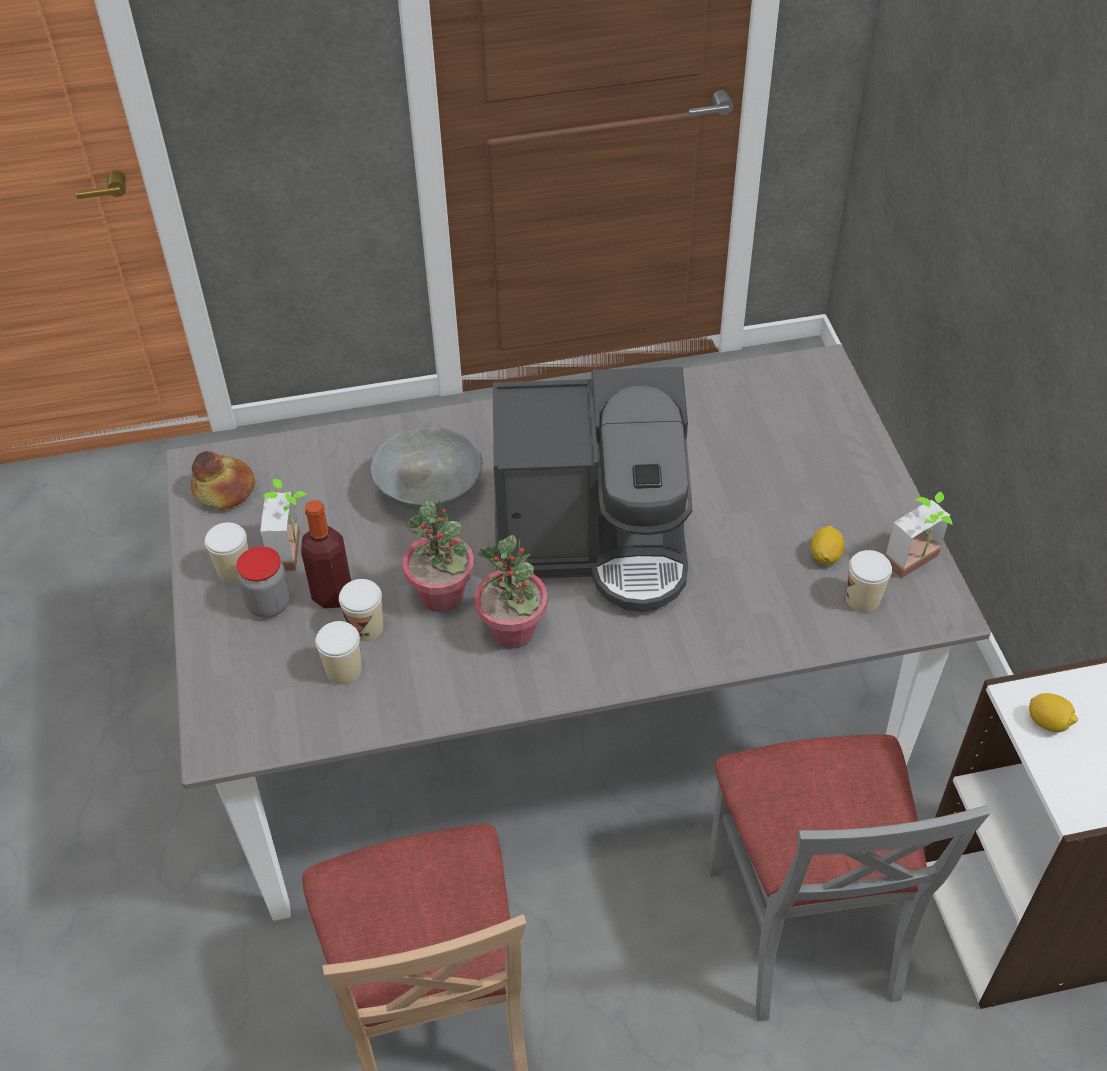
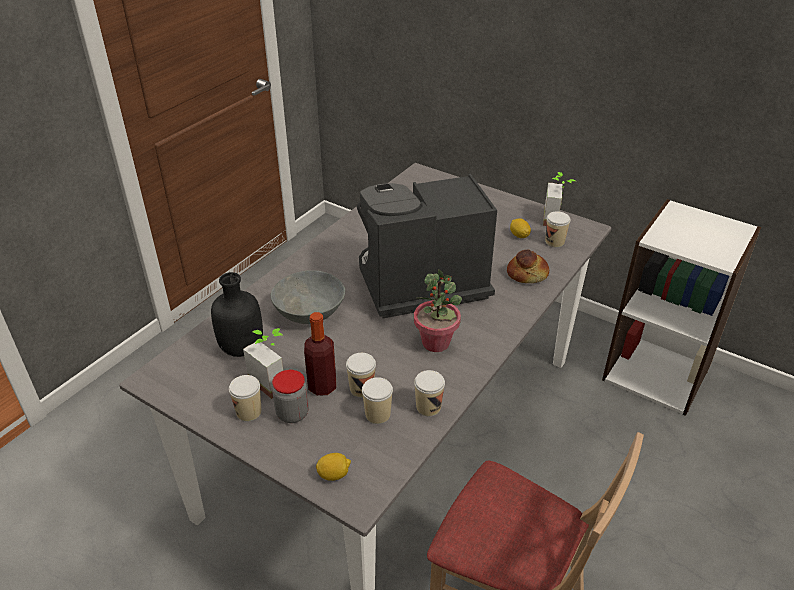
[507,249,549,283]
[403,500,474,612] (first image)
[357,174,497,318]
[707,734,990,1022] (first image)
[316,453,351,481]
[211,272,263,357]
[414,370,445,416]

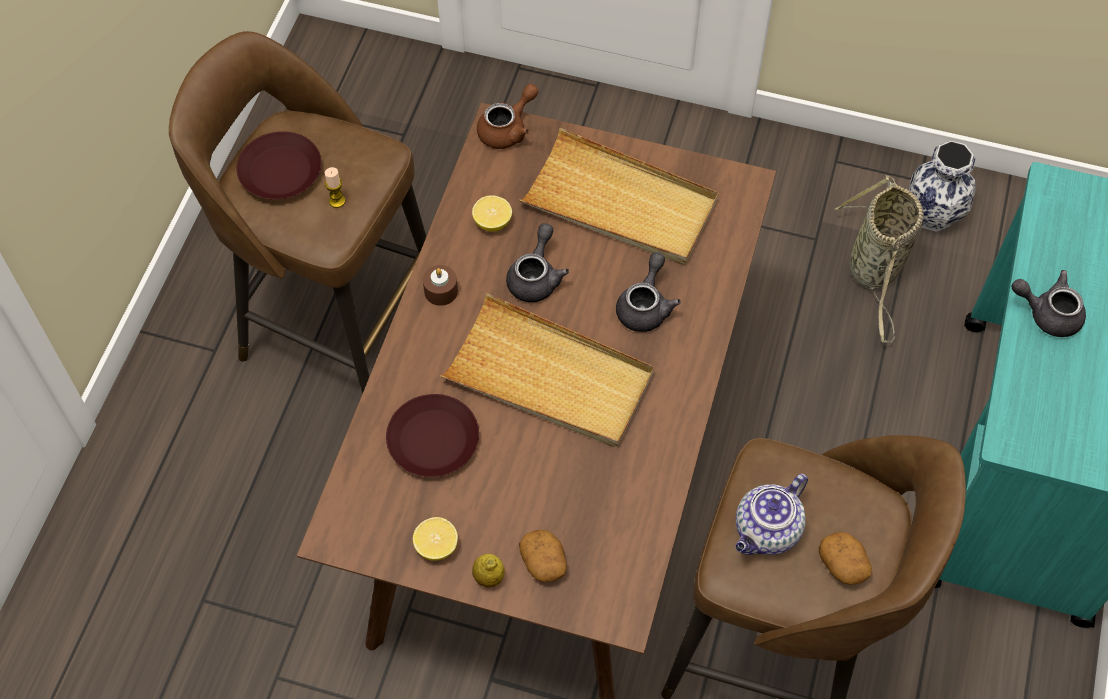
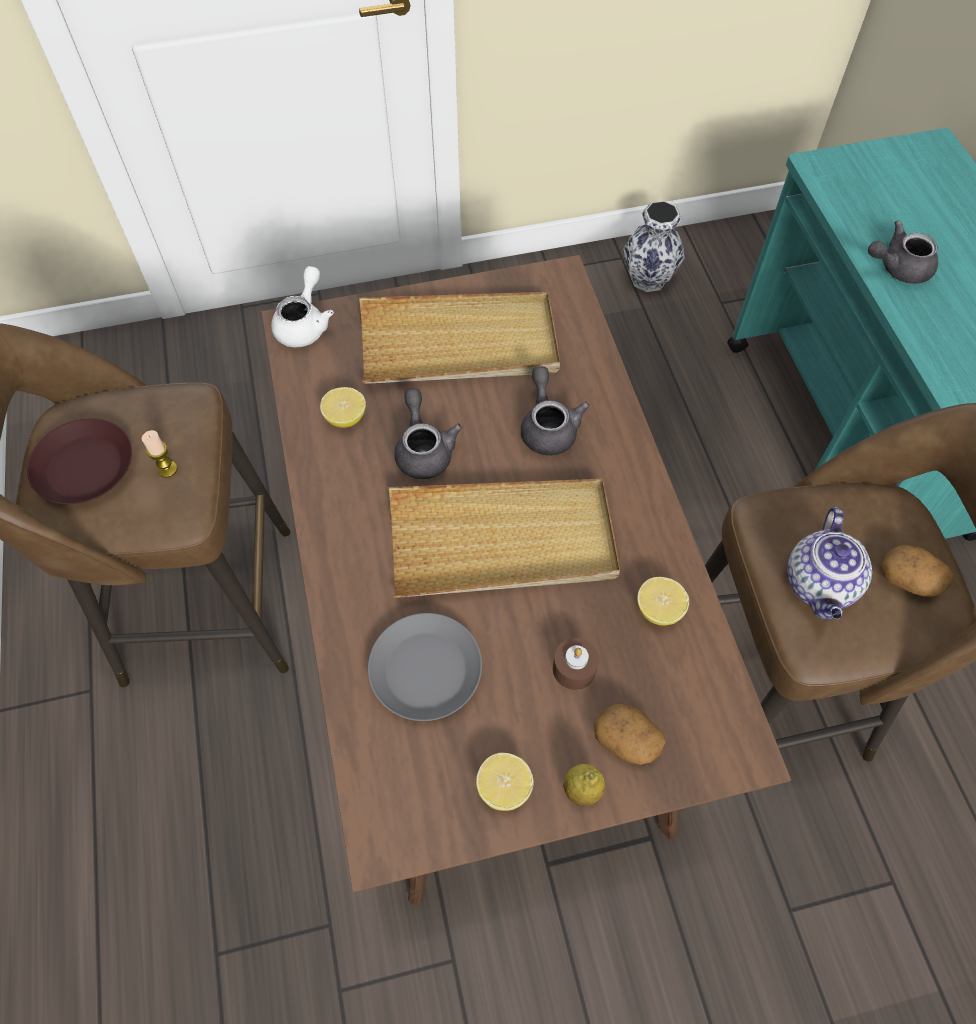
[368,613,482,721]
[553,638,599,690]
[271,266,334,347]
[834,175,924,343] (first image)
[637,577,689,625]

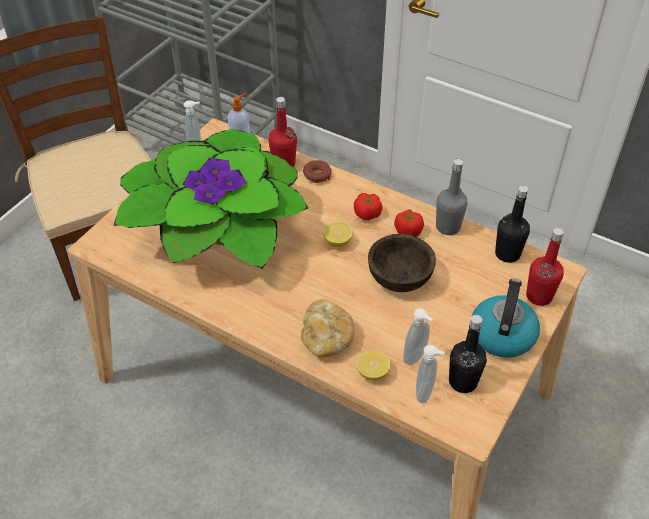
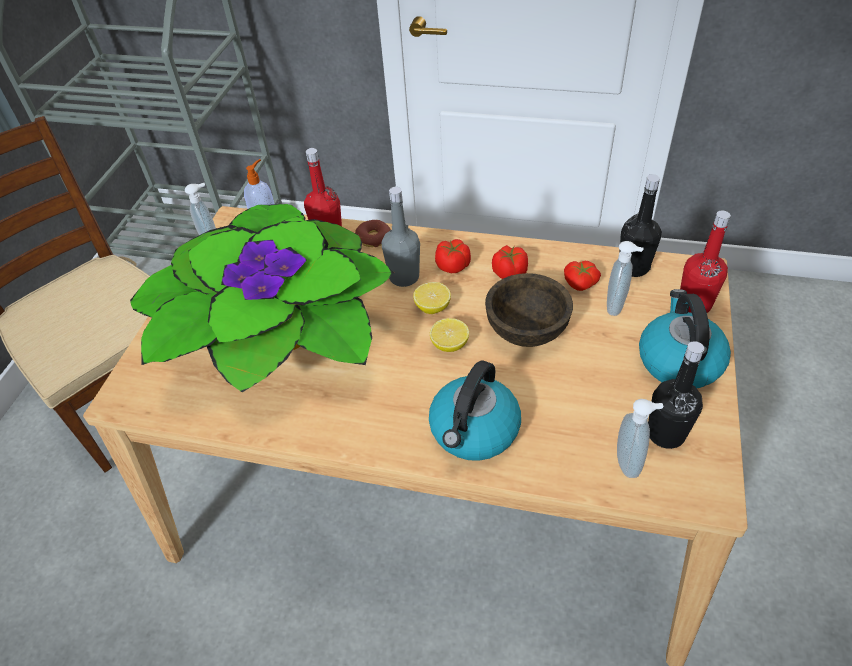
[429,360,521,461]
[430,318,469,352]
[607,241,644,316]
[382,186,420,287]
[564,261,601,291]

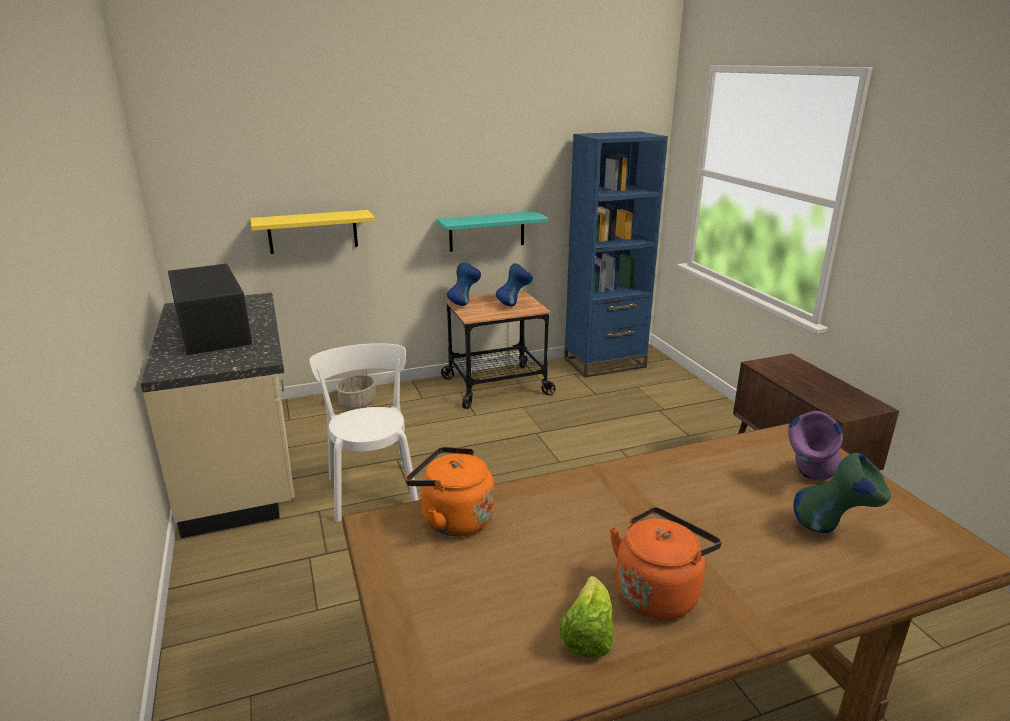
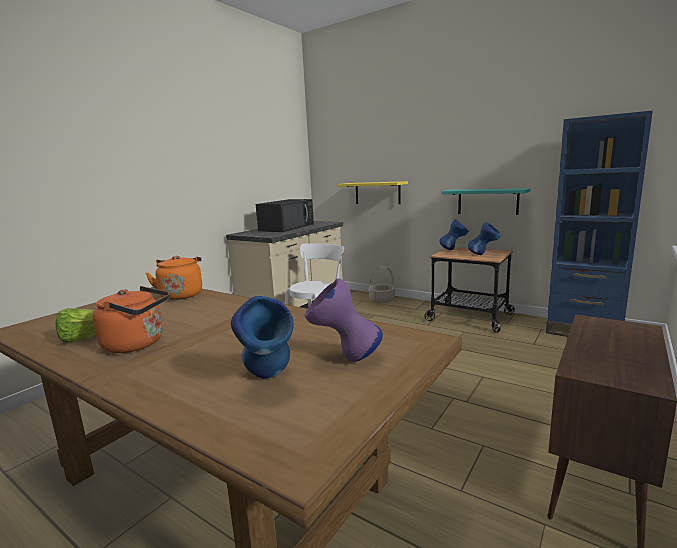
[231,296,294,379]

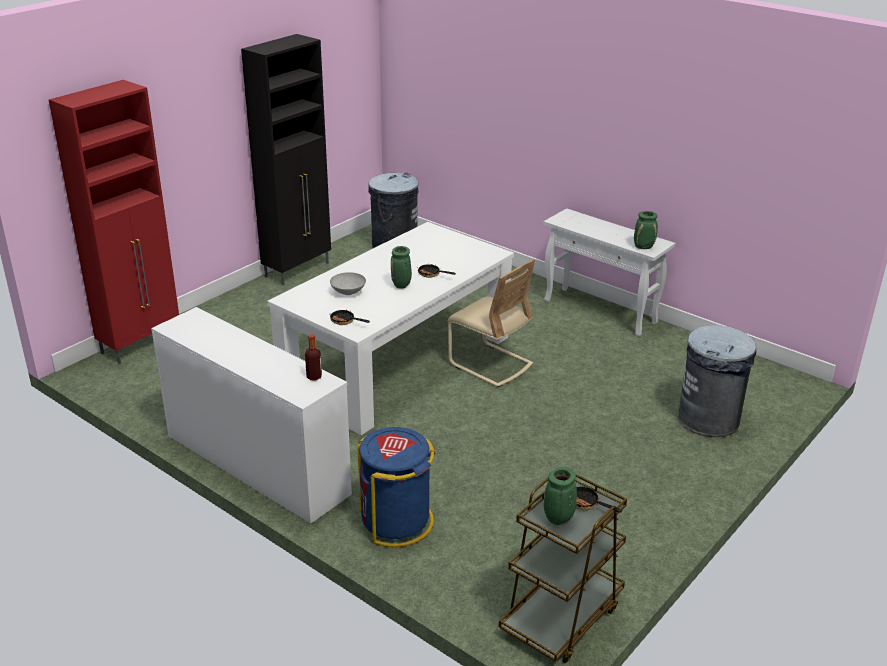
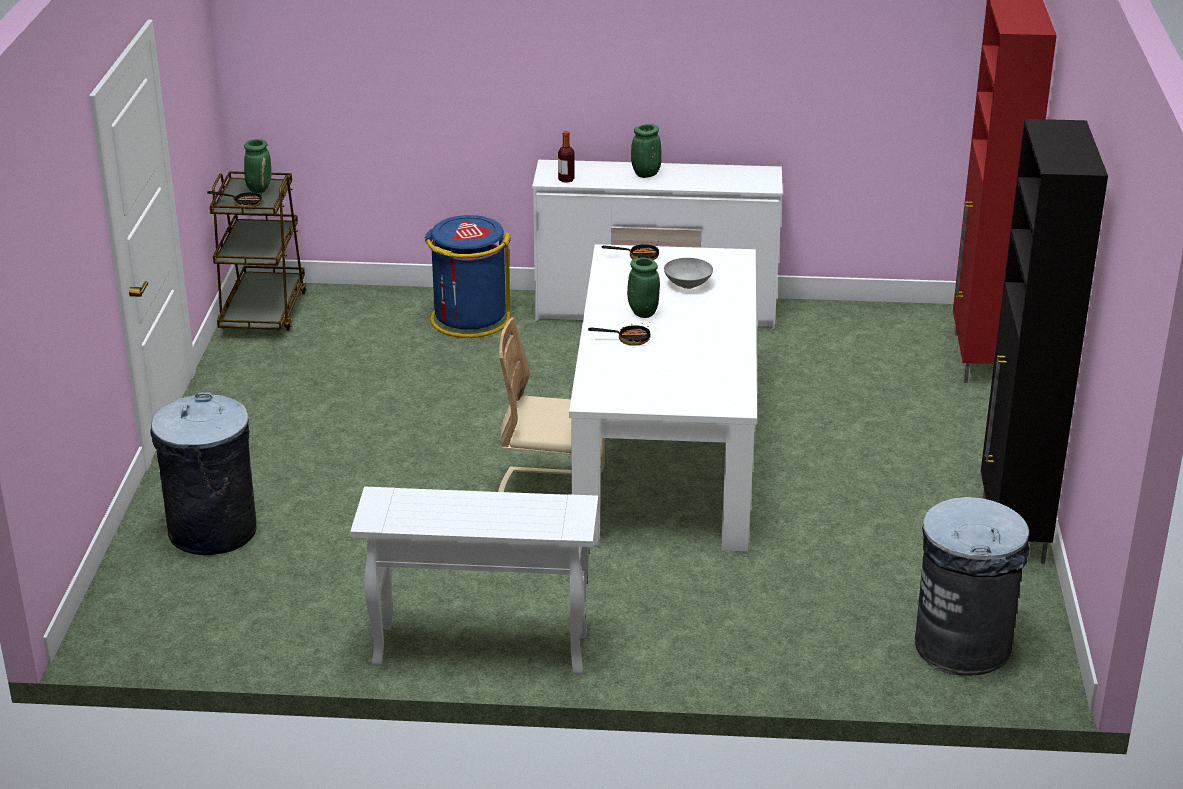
[631,124,662,178]

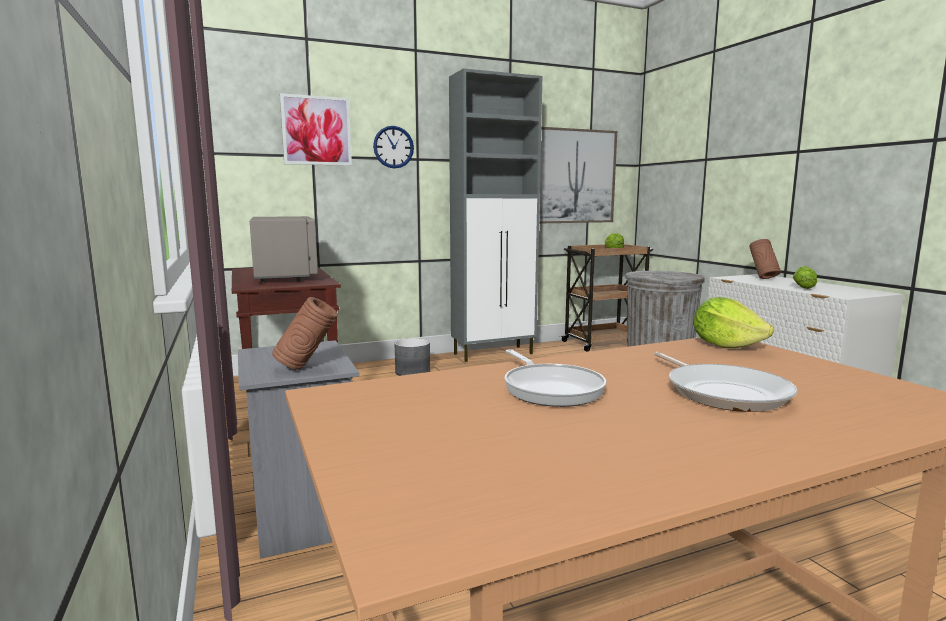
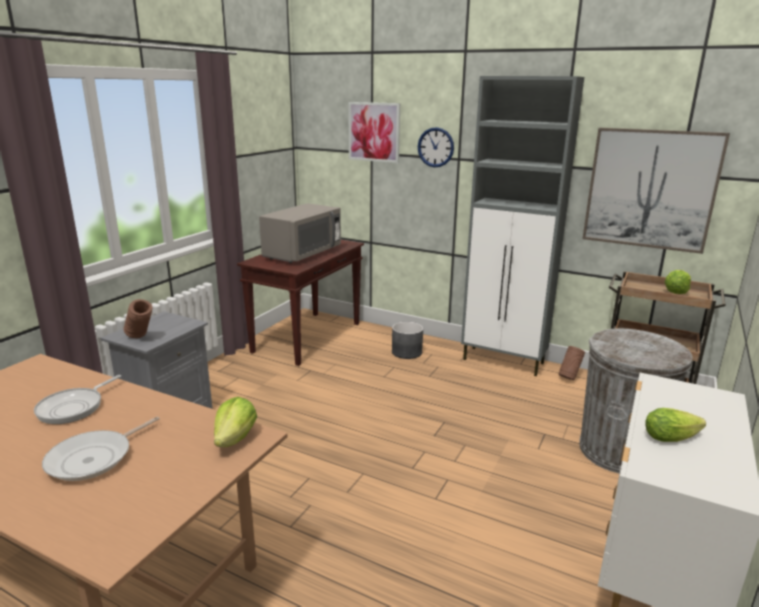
[558,346,585,380]

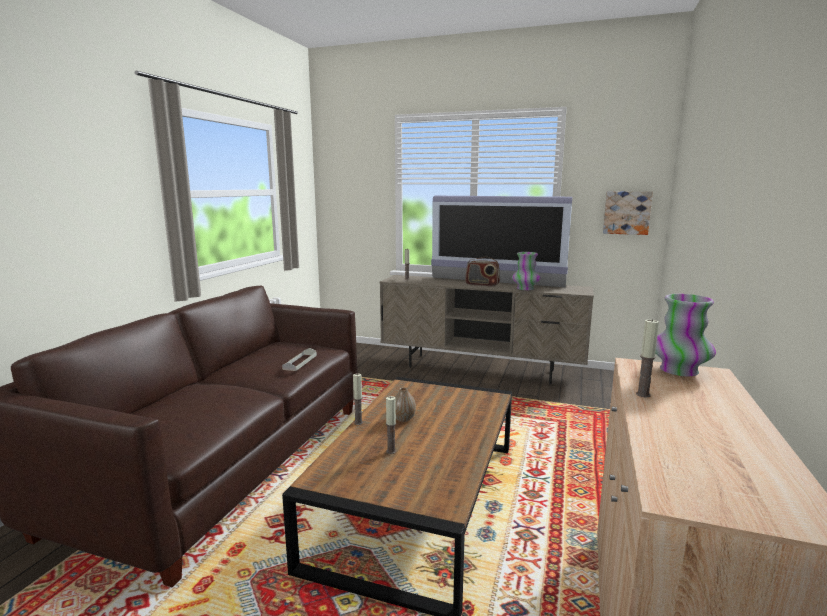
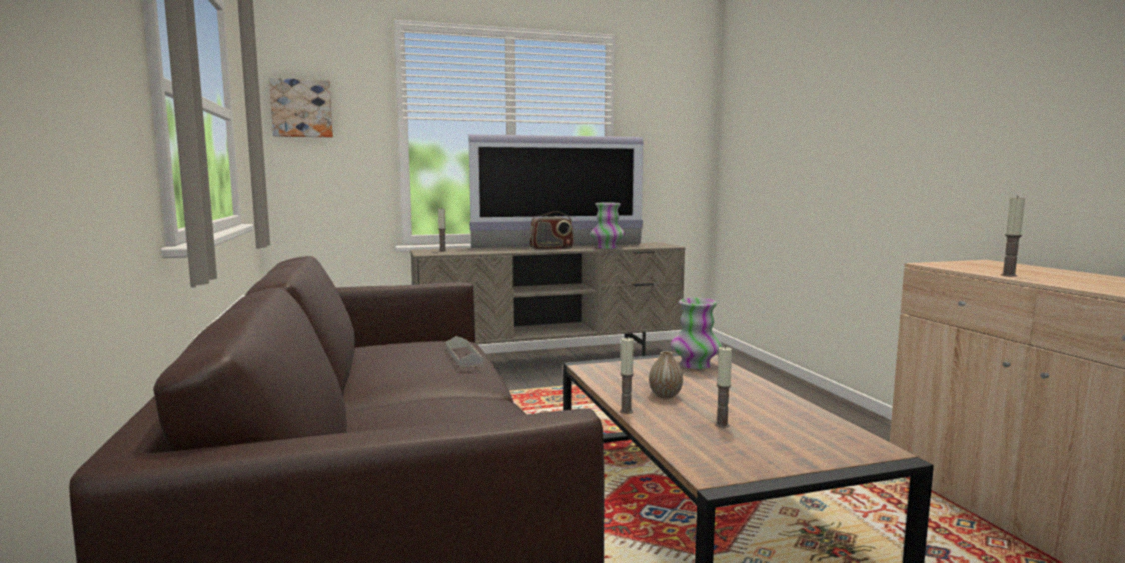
[269,78,333,138]
[671,298,723,369]

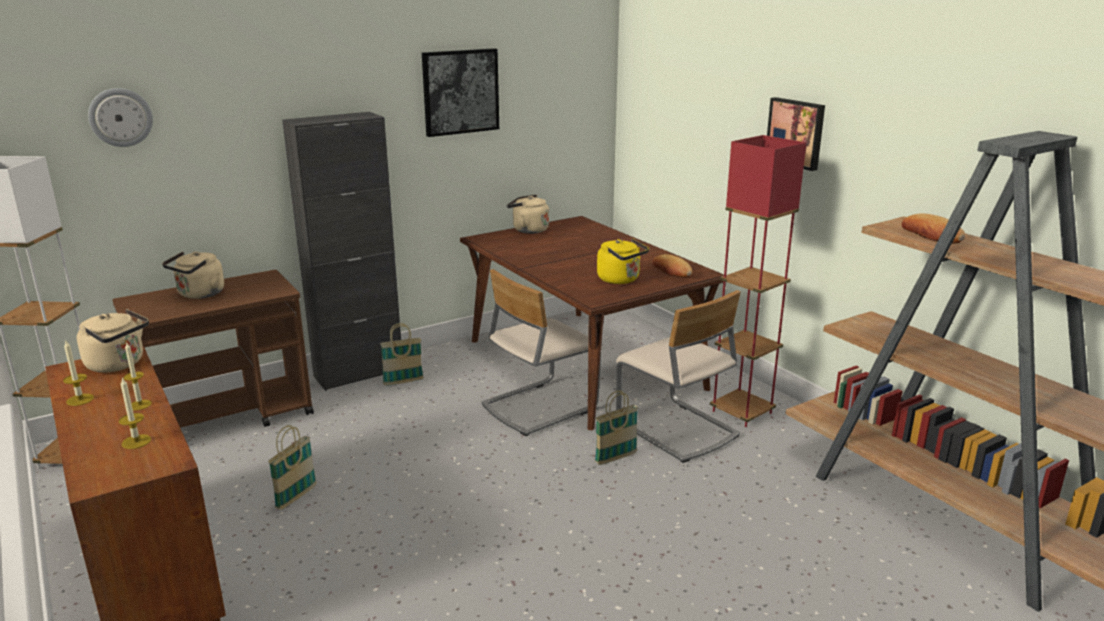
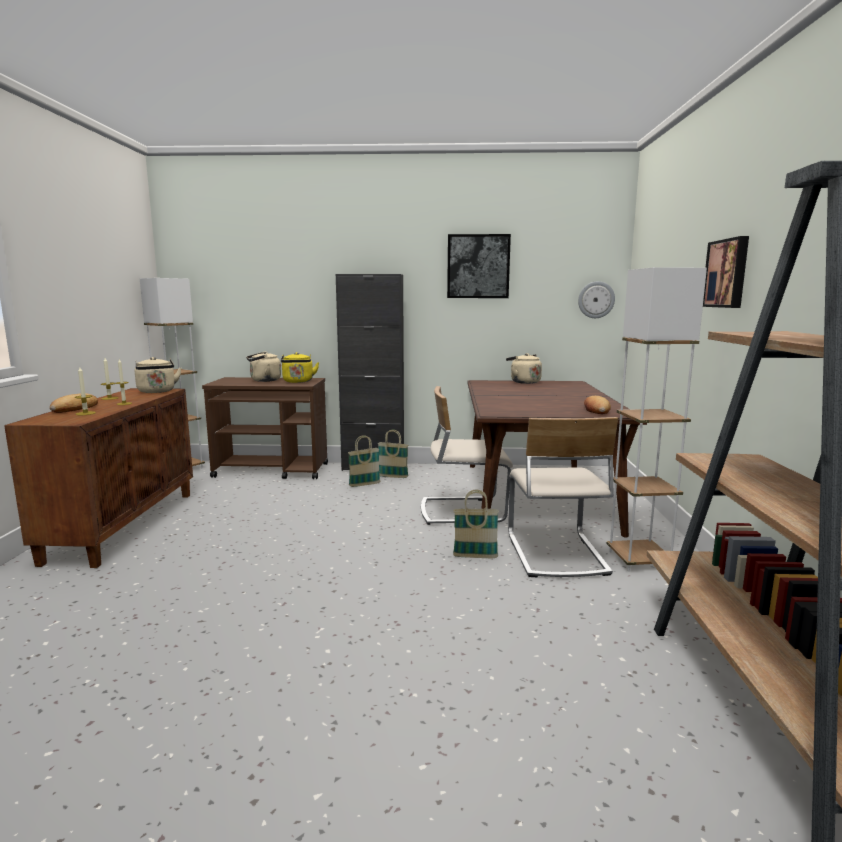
[578,281,615,318]
[348,435,380,487]
[281,352,319,383]
[607,267,707,571]
[50,393,98,413]

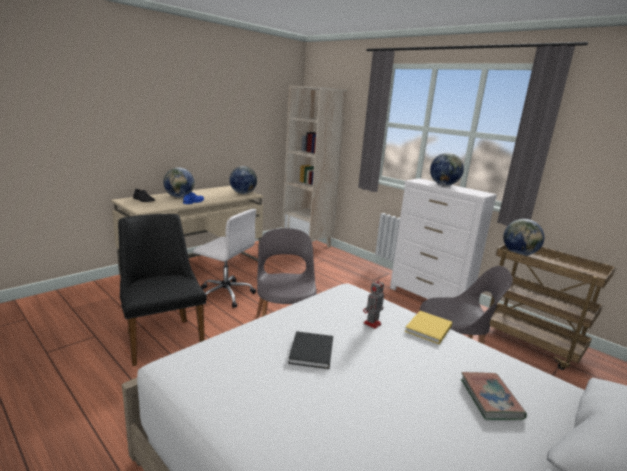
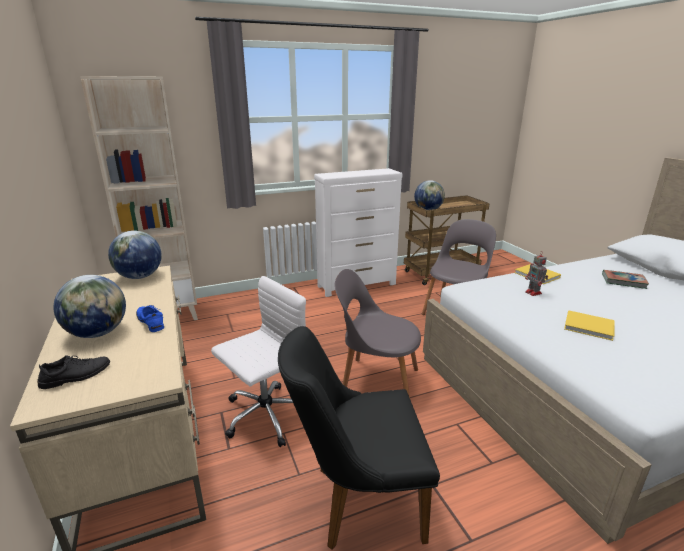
[564,310,614,341]
[430,153,464,186] (first image)

